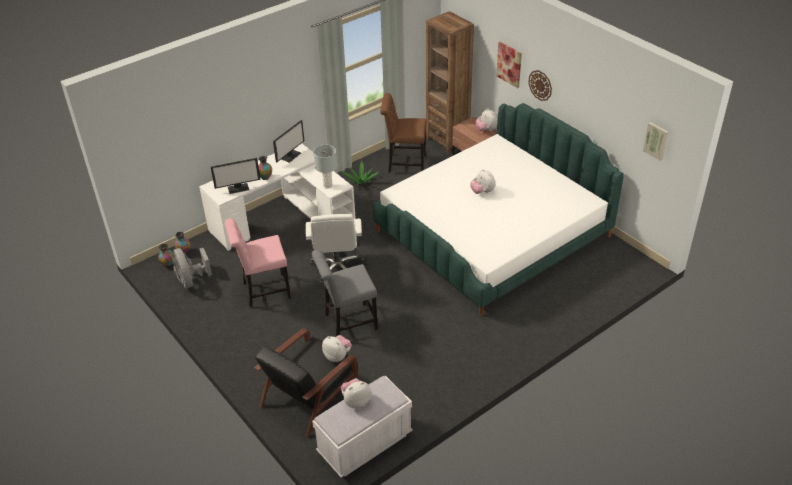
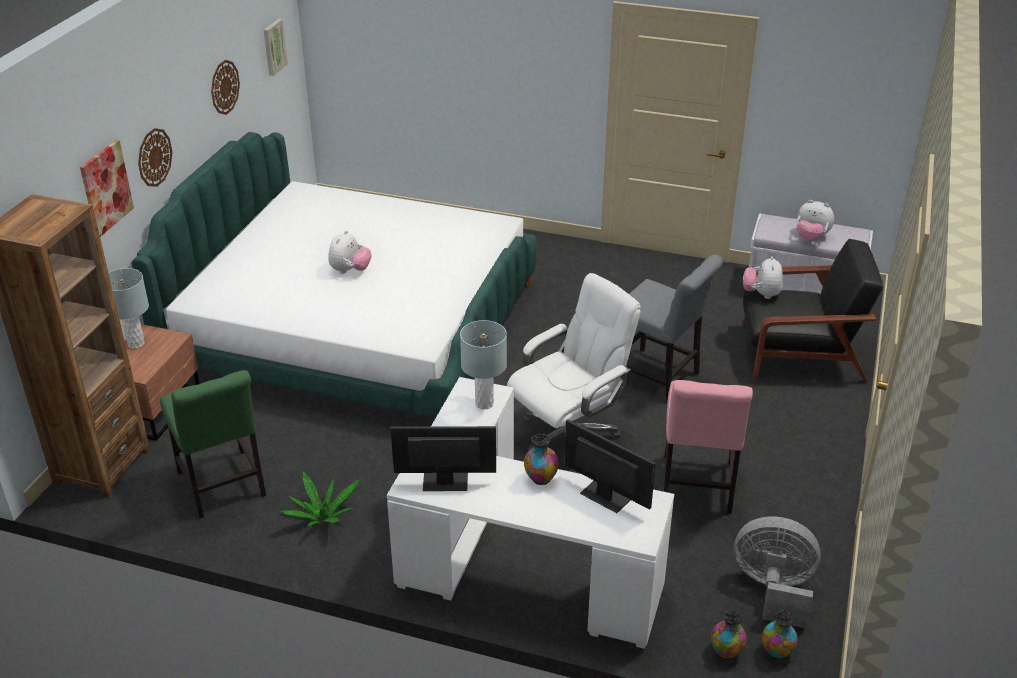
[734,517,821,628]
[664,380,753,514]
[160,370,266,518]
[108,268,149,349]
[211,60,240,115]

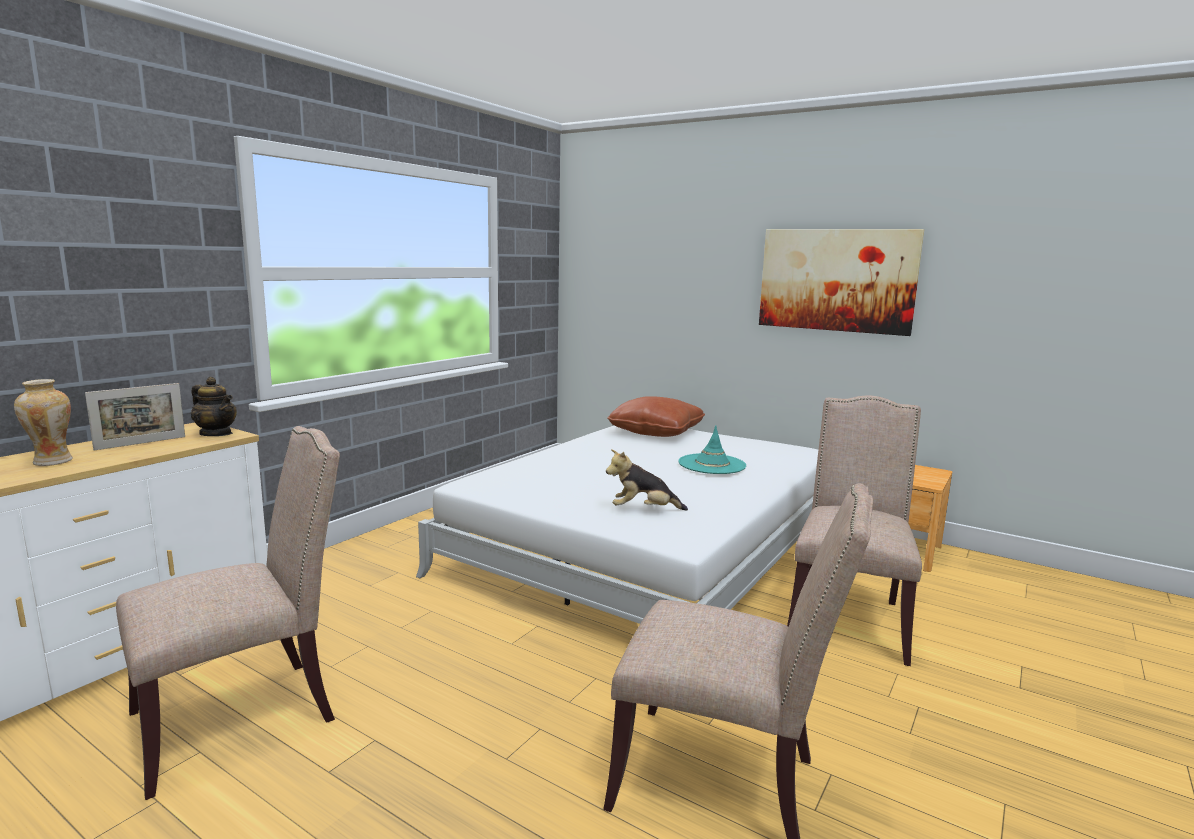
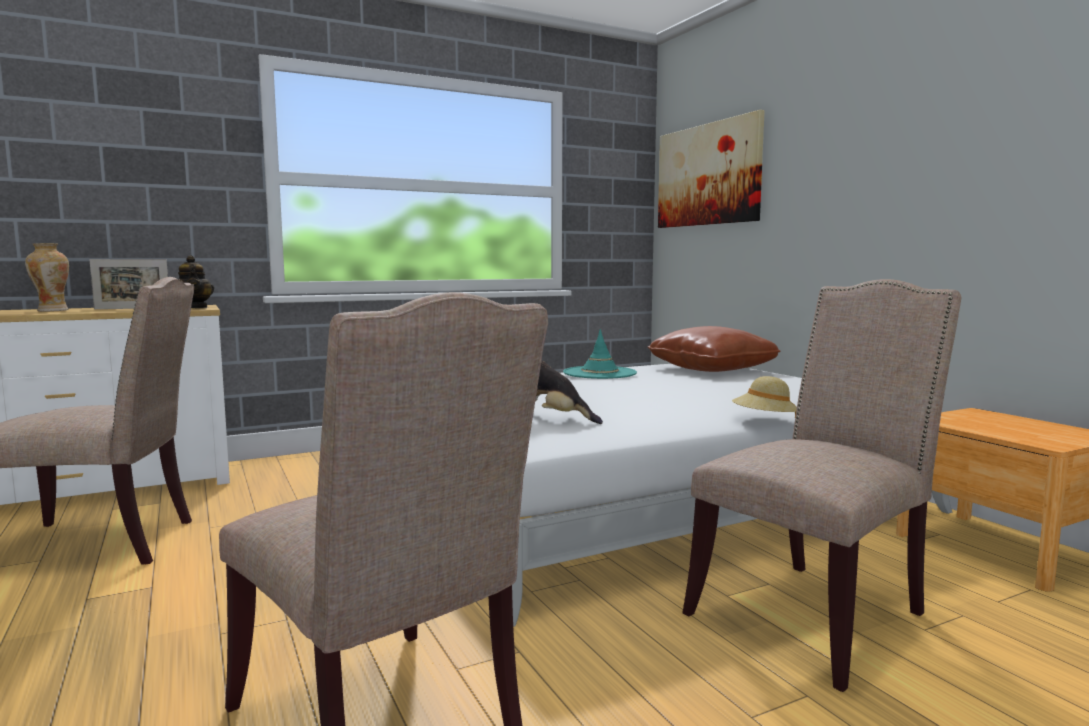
[563,329,637,379]
[658,110,765,228]
[732,376,797,416]

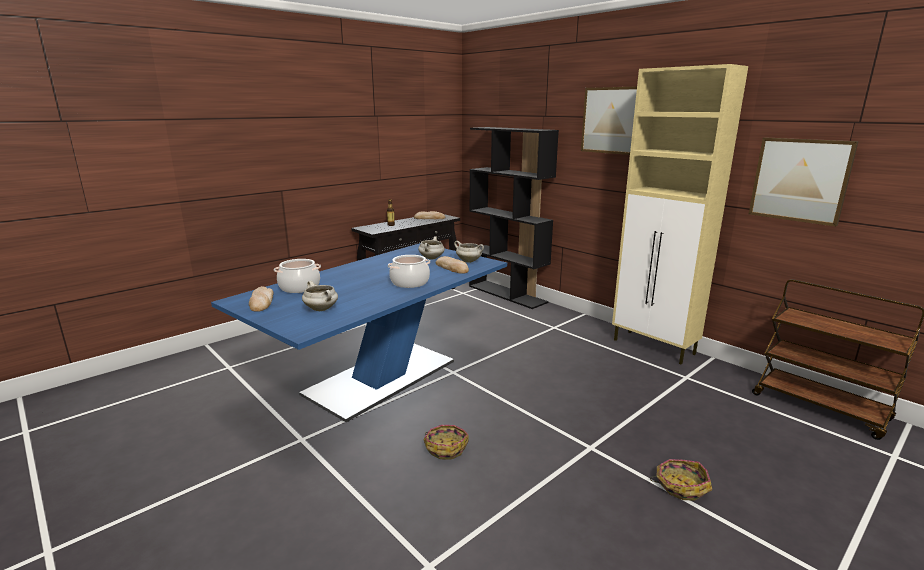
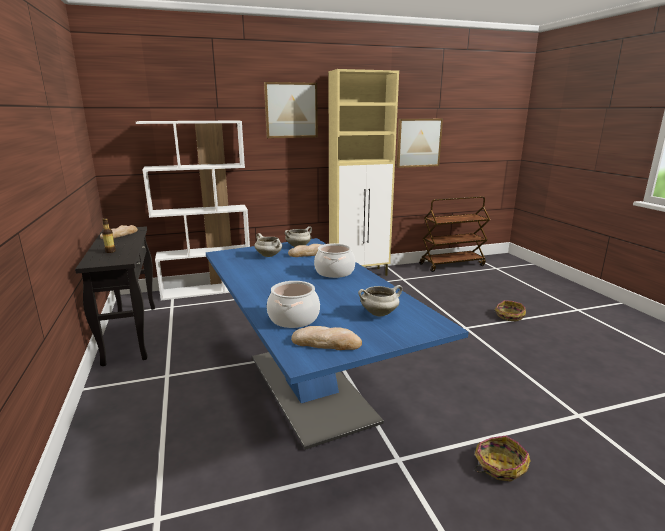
[474,436,530,482]
[136,120,250,300]

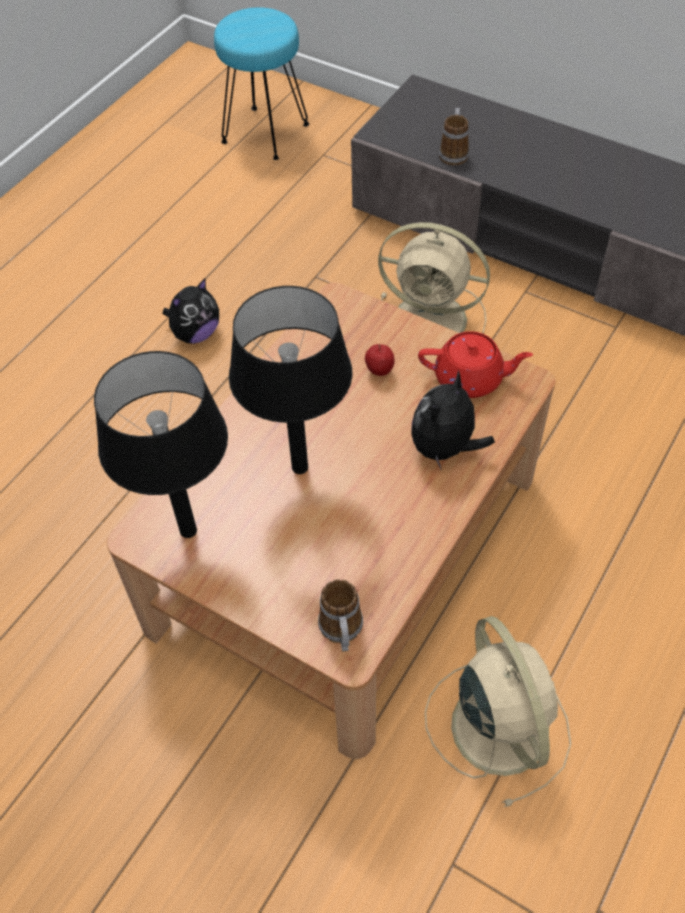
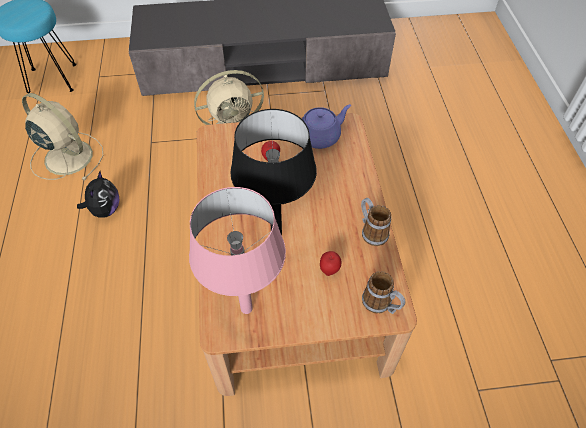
[189,187,286,314]
[411,370,495,470] (first image)
[302,104,351,149]
[22,93,103,181]
[361,198,391,246]
[320,251,341,276]

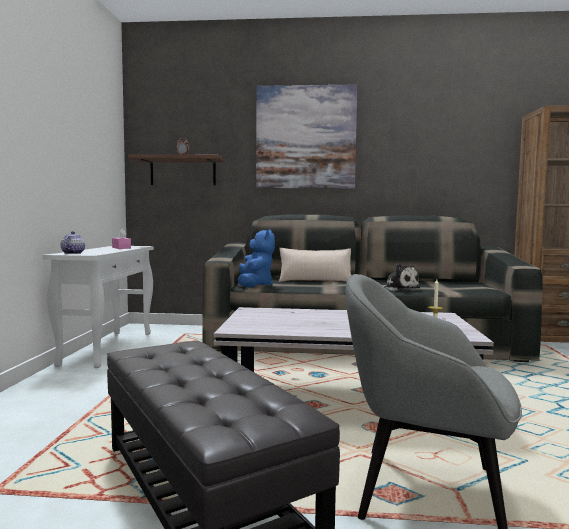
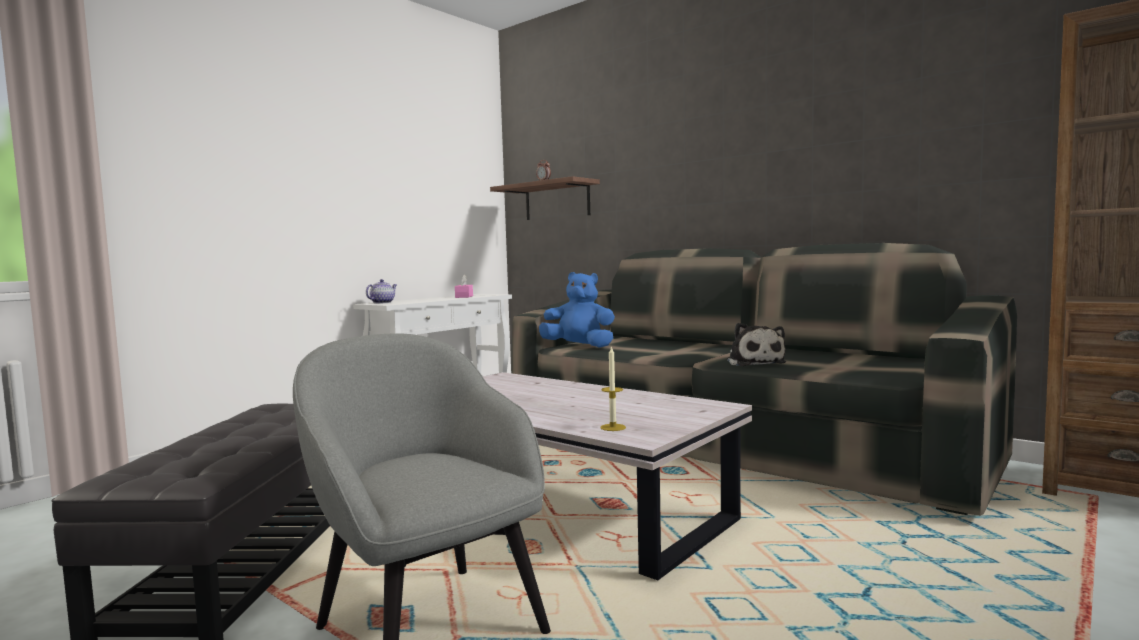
[539,272,615,348]
[256,84,357,189] (first image)
[279,248,351,282] (first image)

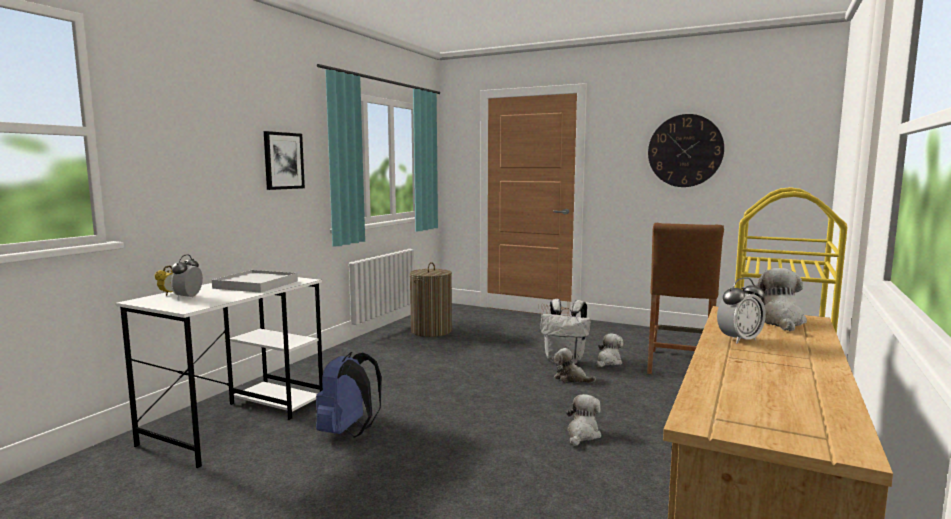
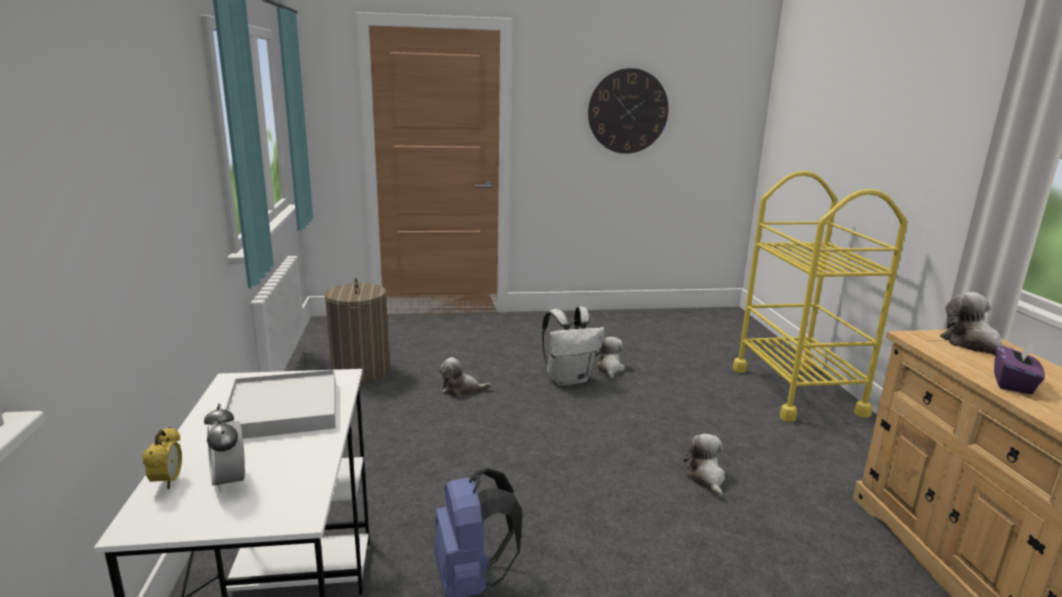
[264,131,305,190] (first image)
[439,357,491,396]
[647,223,724,374] (first image)
[994,343,1045,395]

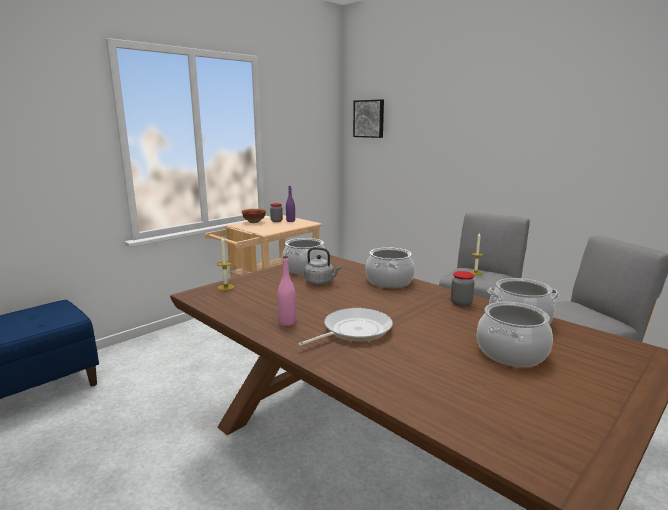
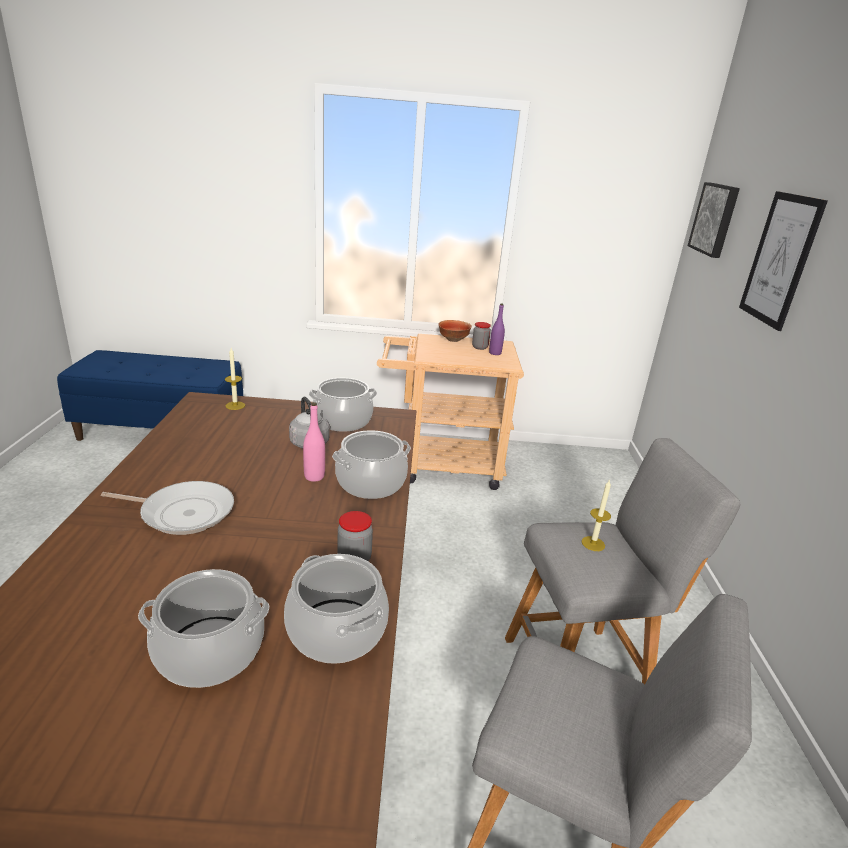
[303,402,325,482]
[739,191,828,331]

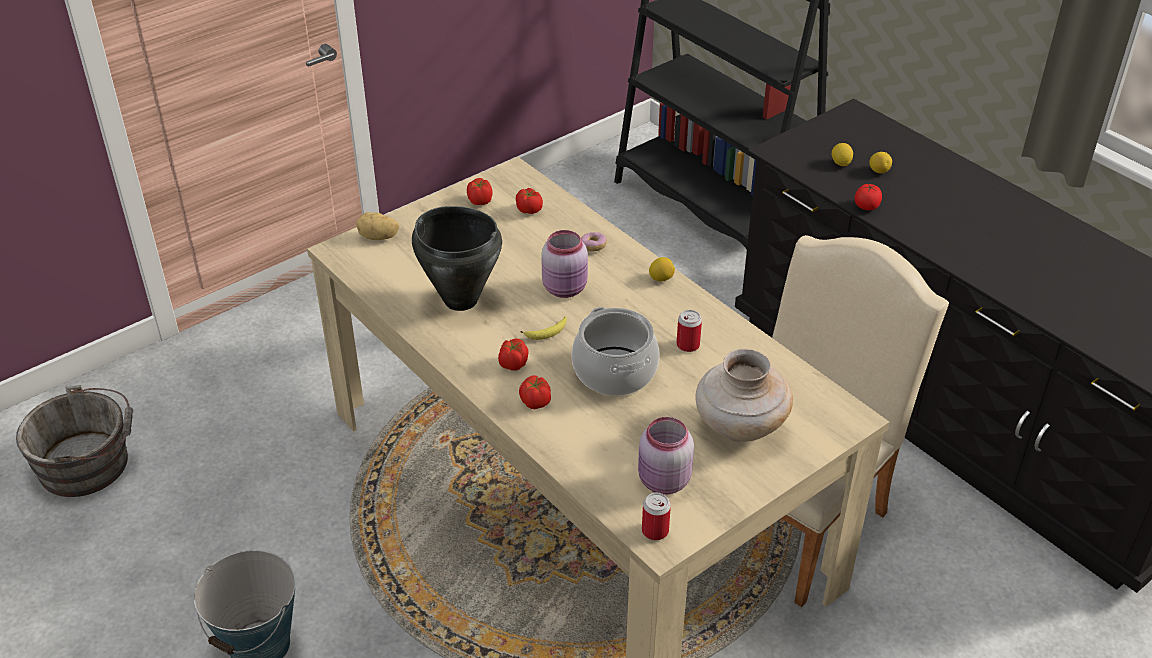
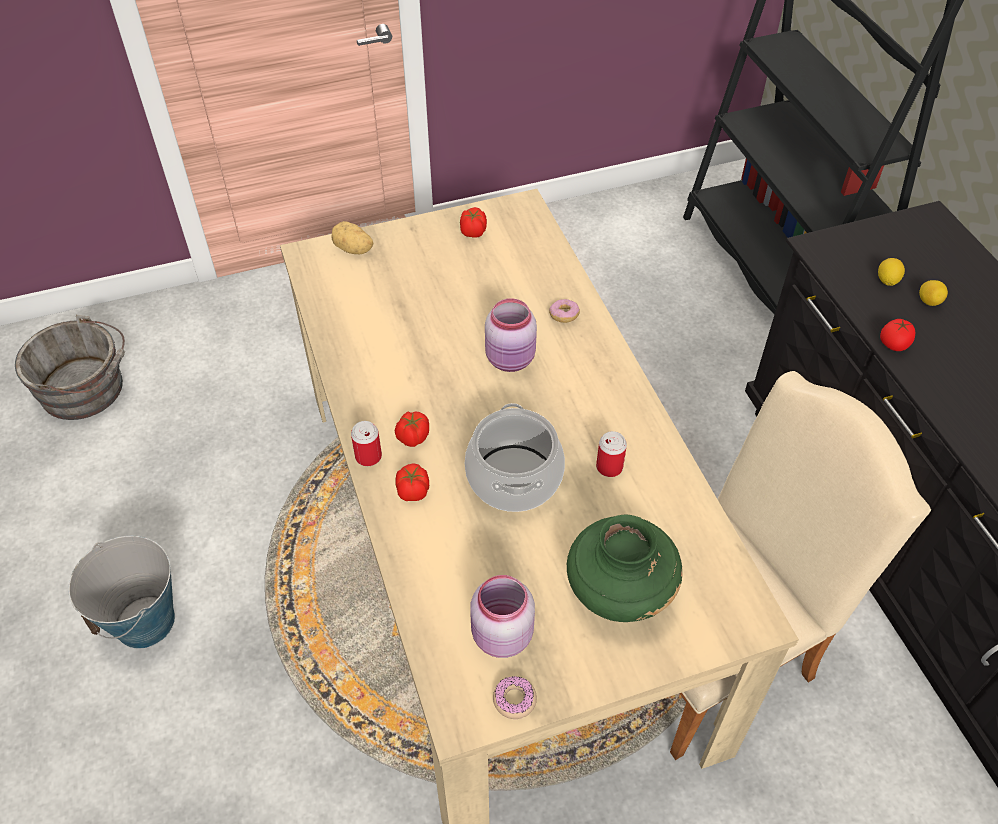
[412,206,502,311] (first image)
[516,188,543,214] (first image)
[520,316,567,340] (first image)
[351,421,382,466]
[649,257,675,281] (first image)
[567,515,682,622]
[493,676,537,719]

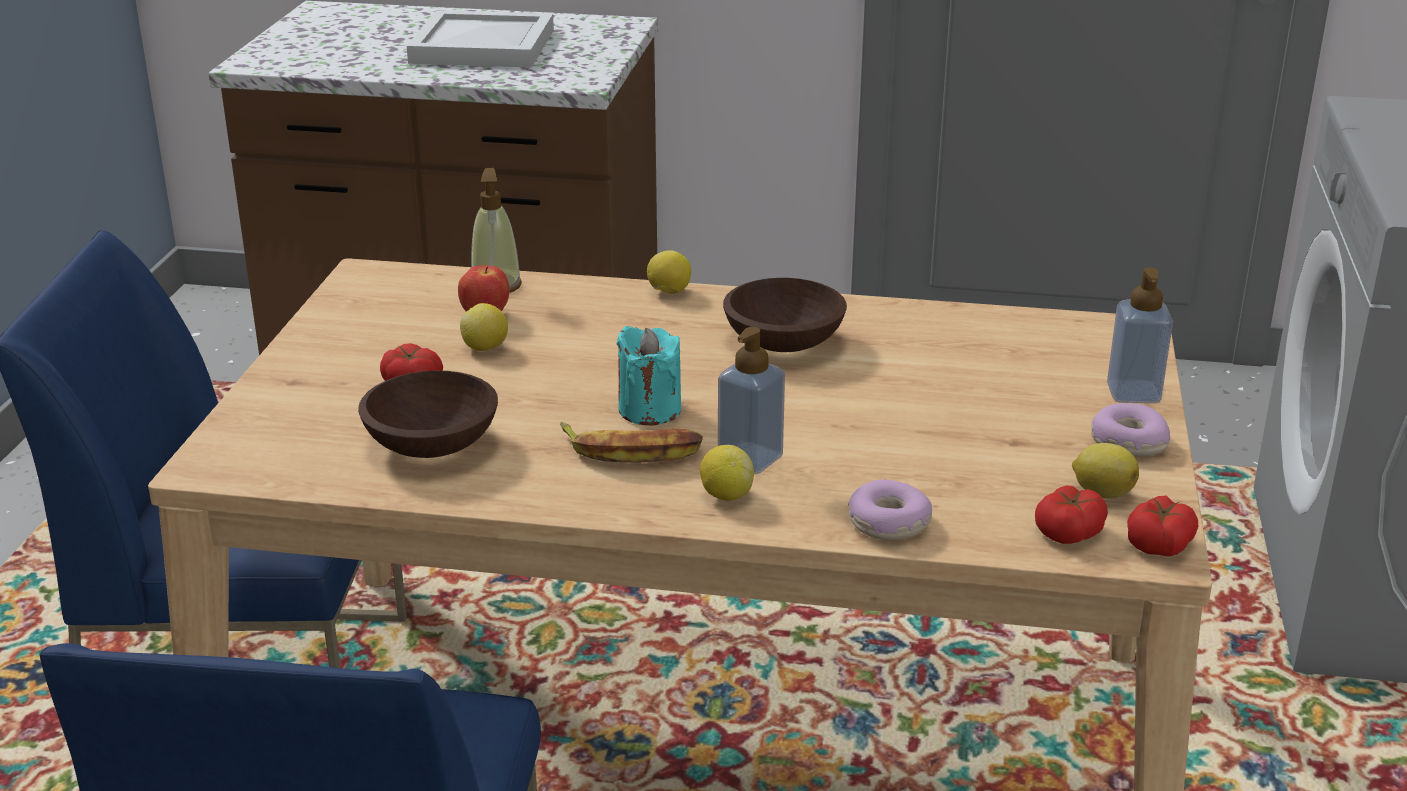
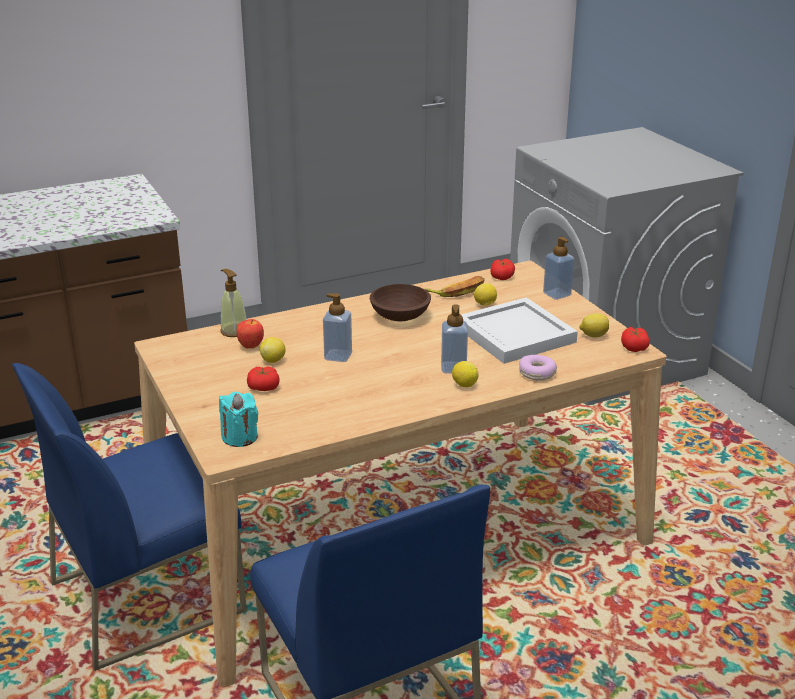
[358,370,498,458] (first image)
[461,297,578,364]
[425,276,485,297]
[219,392,258,447]
[474,283,497,305]
[490,259,515,280]
[1091,403,1170,456] (first image)
[323,294,352,362]

